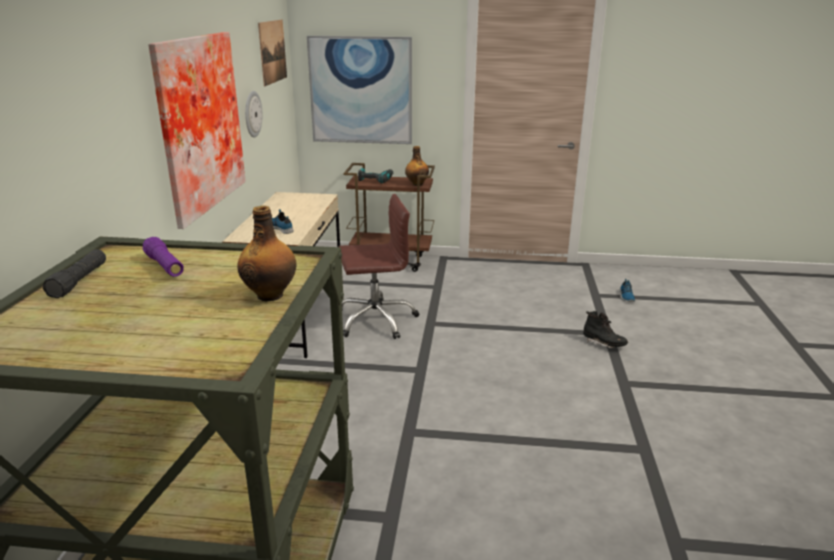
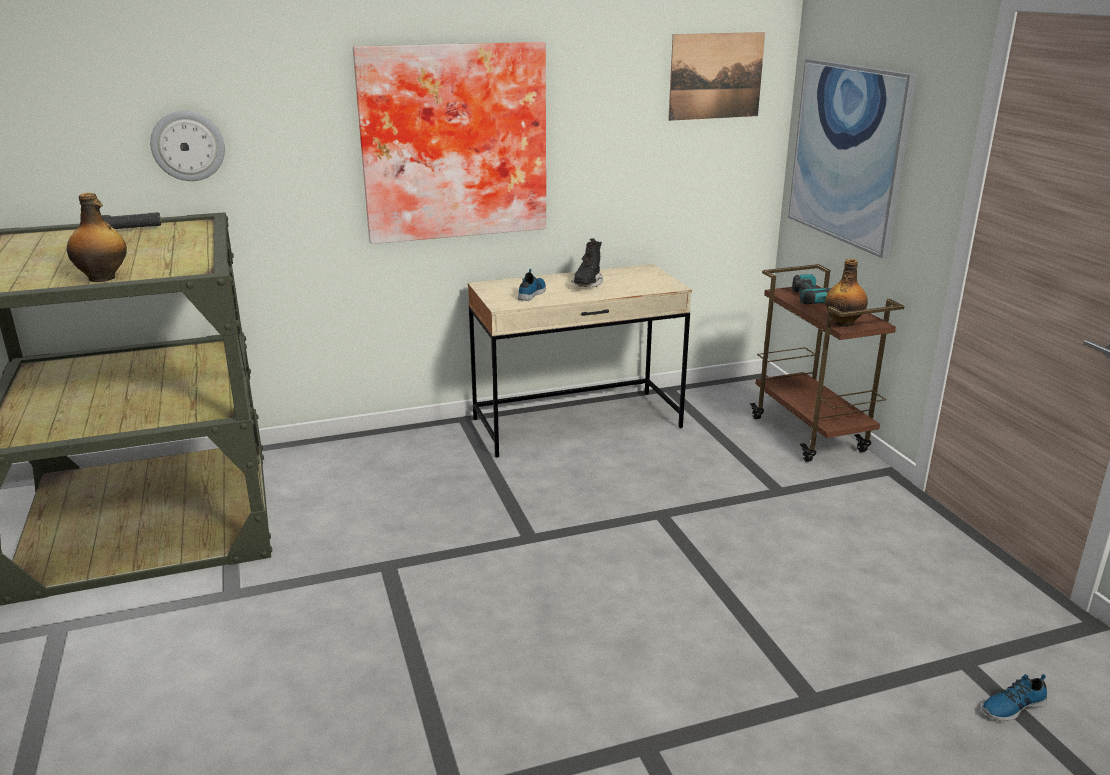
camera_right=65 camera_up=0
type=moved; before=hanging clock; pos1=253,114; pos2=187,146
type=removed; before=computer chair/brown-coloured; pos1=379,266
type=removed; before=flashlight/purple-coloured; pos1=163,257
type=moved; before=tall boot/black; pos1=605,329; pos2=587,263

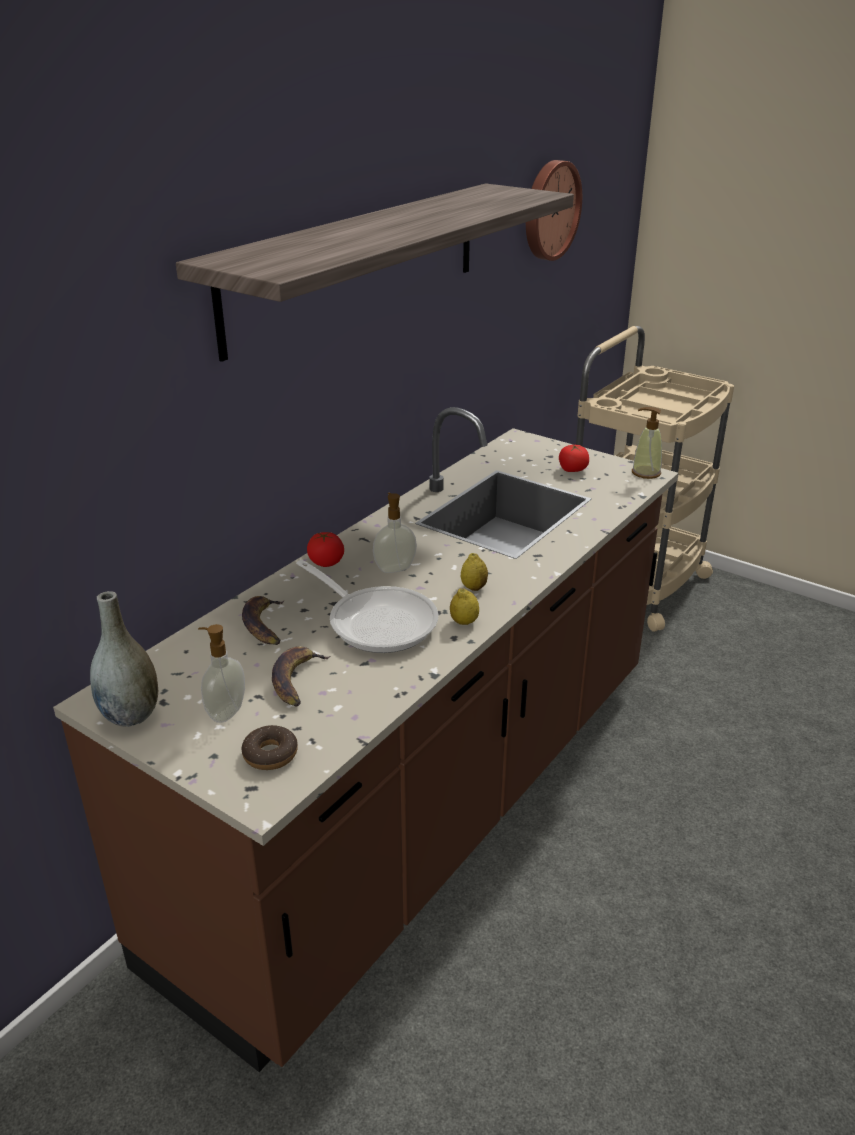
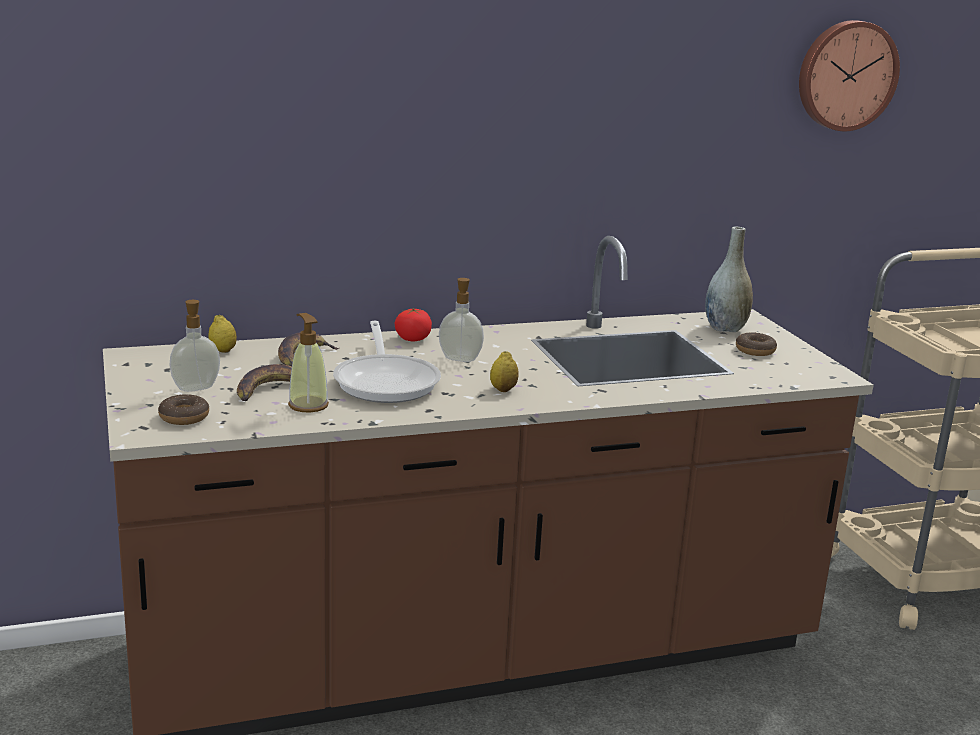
camera_right=35 camera_up=-10
type=removed; before=shelf; pos1=375,272
type=moved; before=soap bottle; pos1=647,443; pos2=308,363
type=replaced; before=fresh tomato; after=donut; pos1=574,458; pos2=756,344
type=moved; before=lemon; pos1=464,606; pos2=222,333
type=moved; before=vase/greyish; pos1=124,659; pos2=729,279

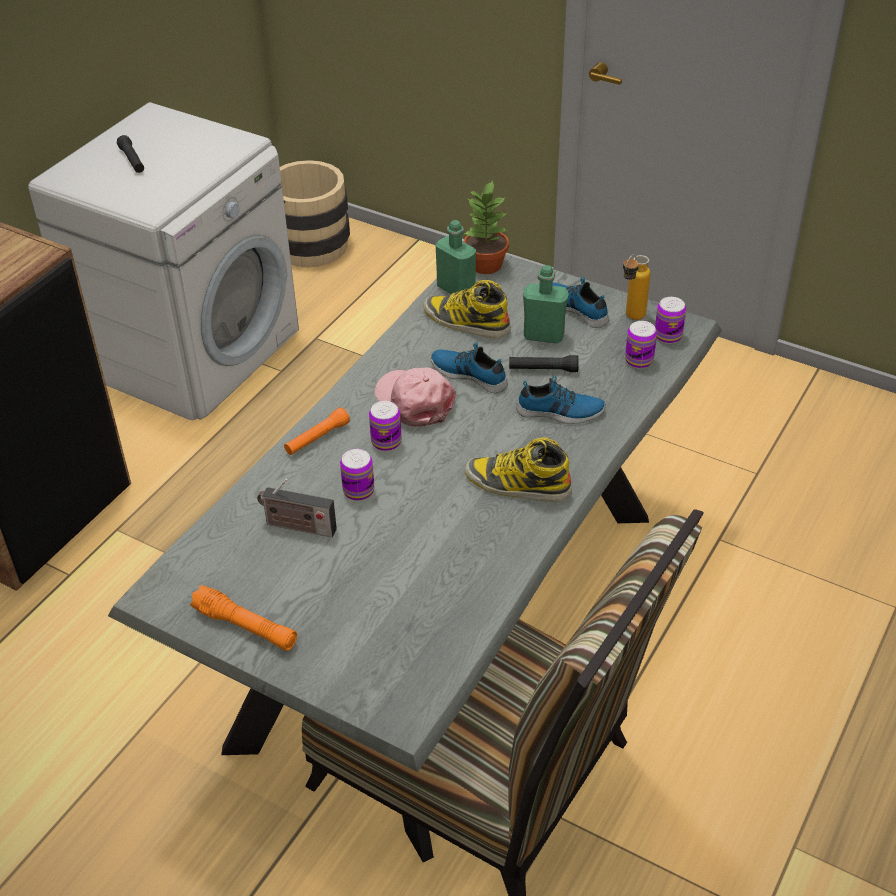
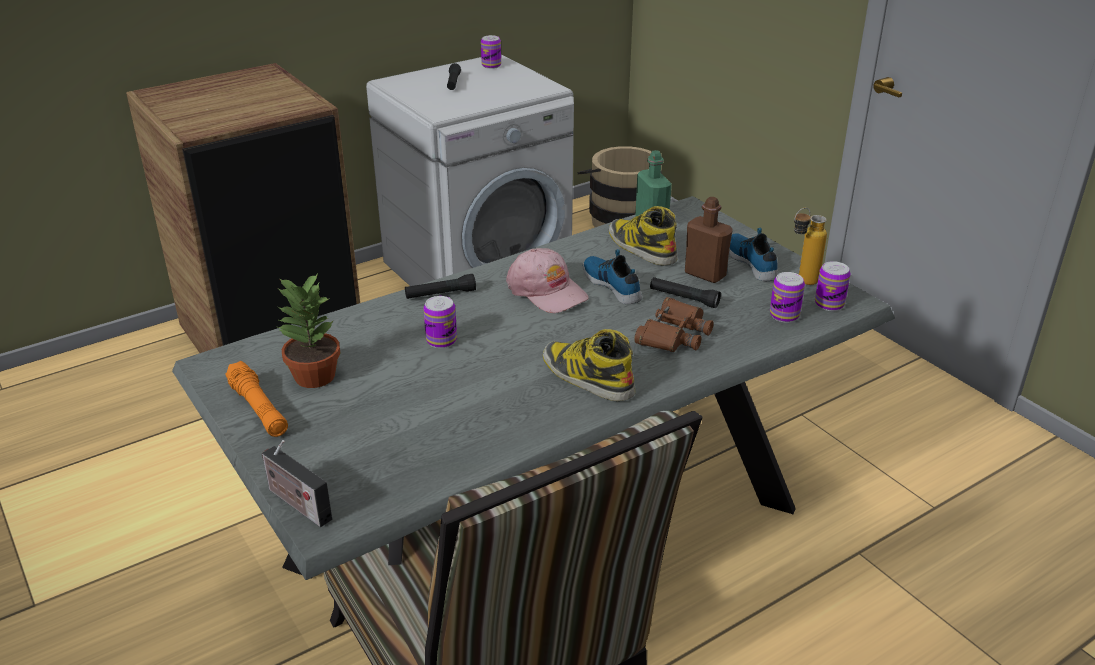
camera_right=25 camera_up=-10
type=moved; before=plant in a pot; pos1=486,227; pos2=309,331
type=recoloured; before=drink bottle/green-coloured; after=drink bottle/brown-coloured; pos1=546,304; pos2=709,240
type=turned; before=baseball cap/pink; pos1=415,397; pos2=547,281; turn=150
type=replaced; before=low shoe; after=pair of binoculars/brown-coloured; pos1=561,399; pos2=674,324
type=moved; before=sealed can; pos1=385,426; pos2=491,52
type=recoloured; before=flashlight/orange-coloured; after=flashlight/black; pos1=317,431; pos2=440,286
type=moved; before=radio receiver; pos1=297,508; pos2=297,483

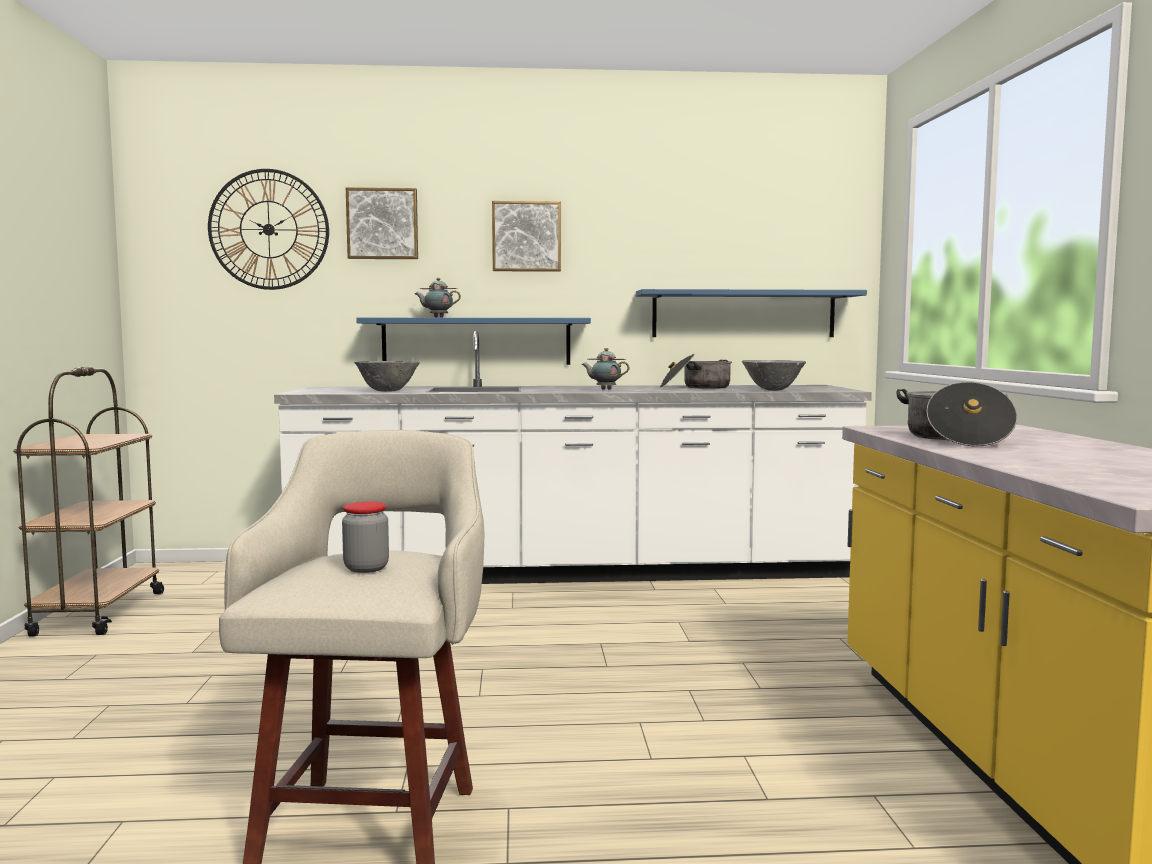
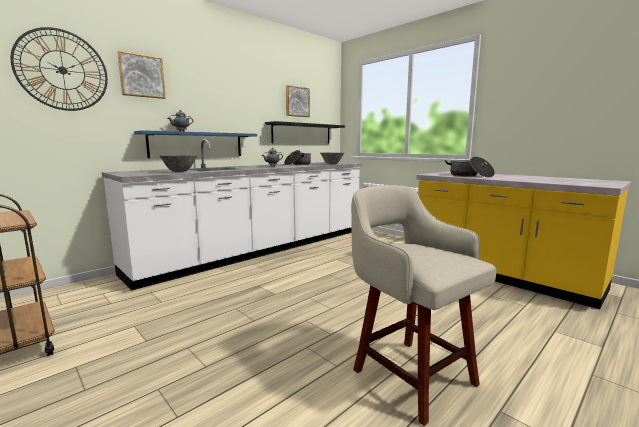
camera_right=-40 camera_up=5
type=moved; before=picture; pos1=526,236; pos2=298,101
type=recoloured; before=shelf/blue-coloured; after=shelf/black; pos1=751,313; pos2=305,132
type=removed; before=jar; pos1=365,537

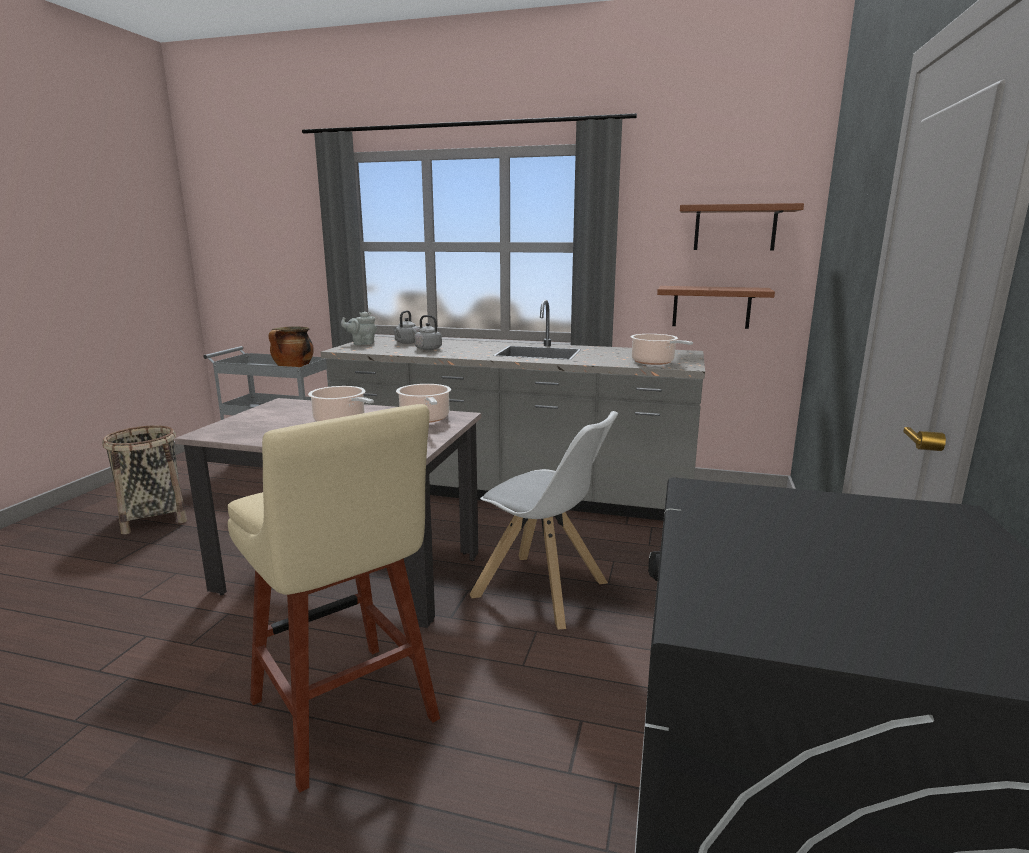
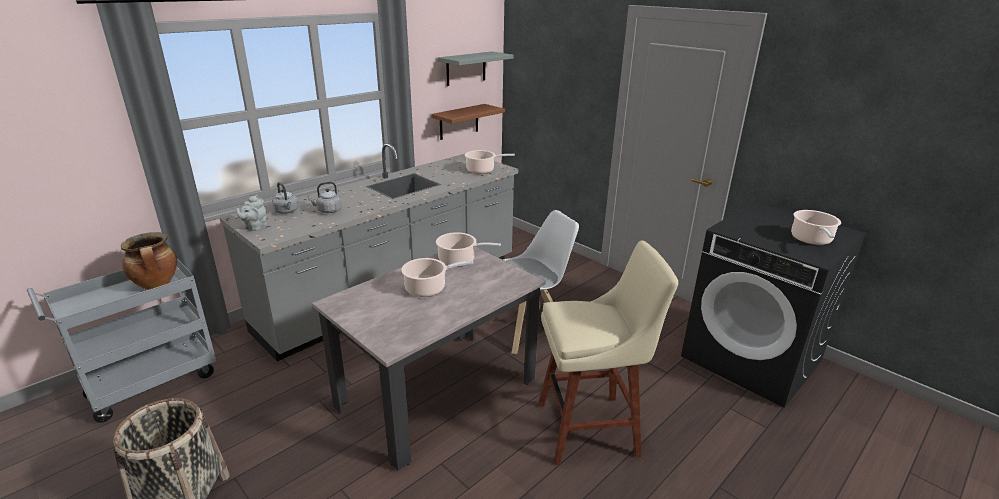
camera_right=-60 camera_up=10
type=recoloured; before=shelf/brown-coloured; after=shelf/greyish; pos1=742,226; pos2=476,68
type=added; after=cooking pot; pos2=816,227

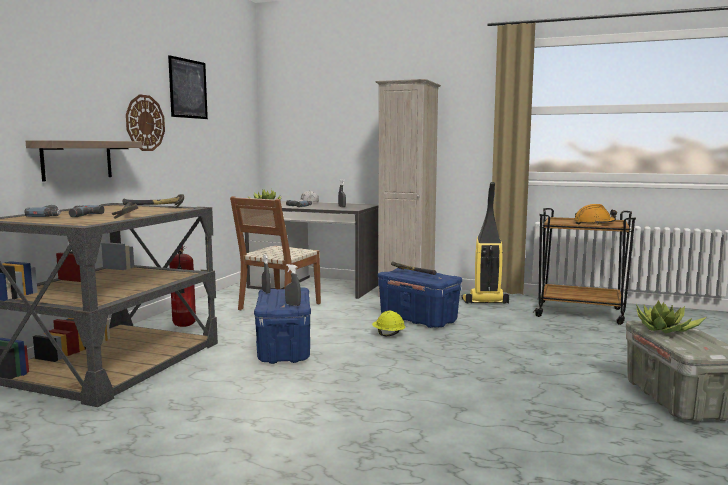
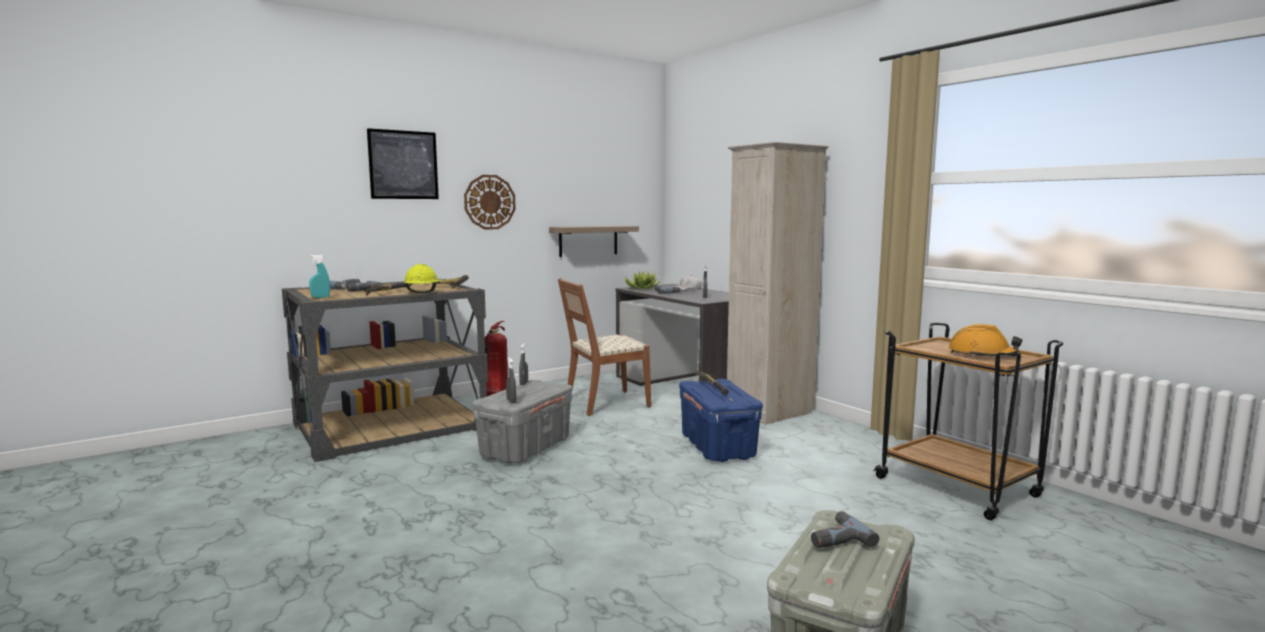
camera_right=35 camera_up=0
type=moved; before=picture; pos1=188,87; pos2=403,163
type=moved; before=shelf; pos1=84,161; pos2=594,241
type=removed; before=vacuum; pos1=485,242
type=recoloured; before=storage box/blue-coloured; after=storage box/greyish; pos1=282,325; pos2=522,422
type=replaced; before=plant in a pot; after=electric drill; pos1=671,317; pos2=845,529
type=moved; before=work helmet/yellowish; pos1=388,323; pos2=422,278
type=added; after=sprayer/turquoise-coloured; pos2=319,276

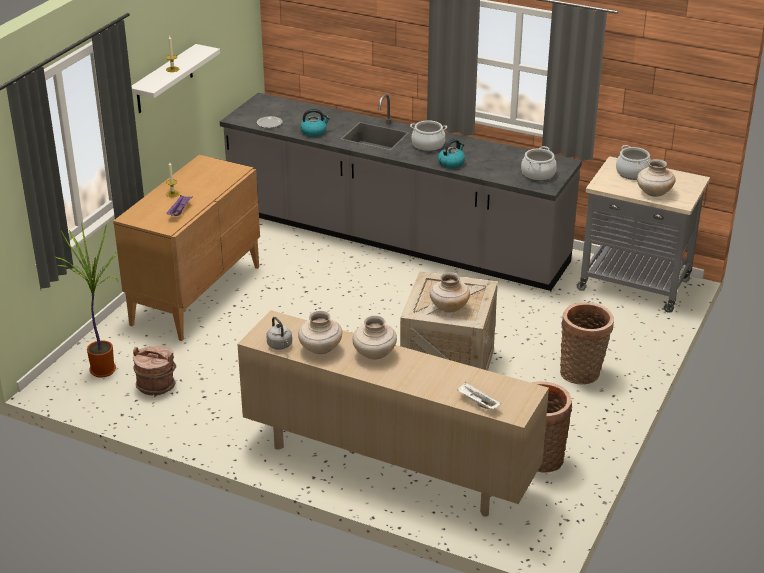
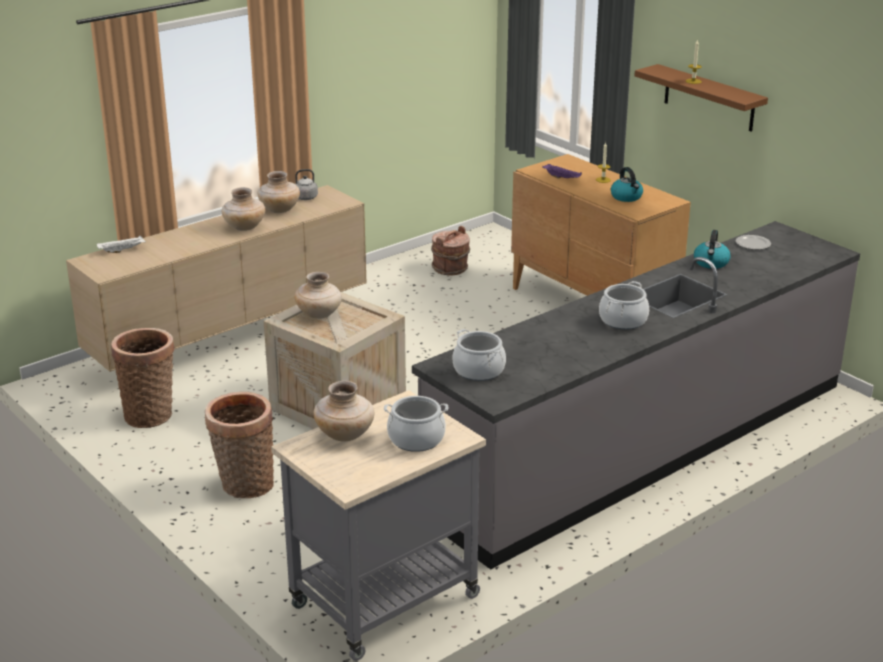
camera_right=115 camera_up=-5
type=recoloured; before=shelf/whitish; after=shelf/brown-coloured; pos1=176,78; pos2=701,98
type=moved; before=tea kettle; pos1=451,154; pos2=627,184
type=removed; before=plant in a pot; pos1=87,301

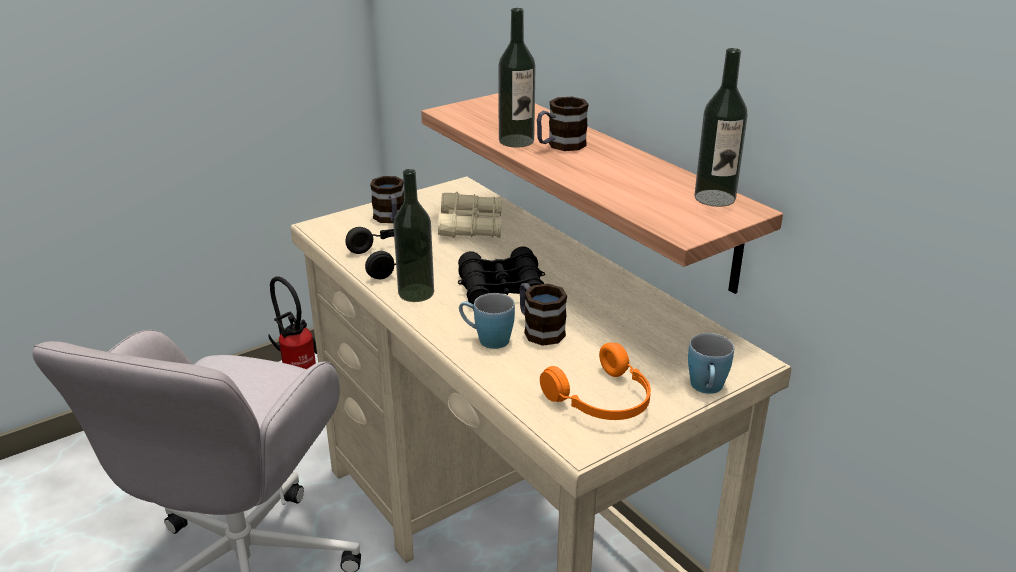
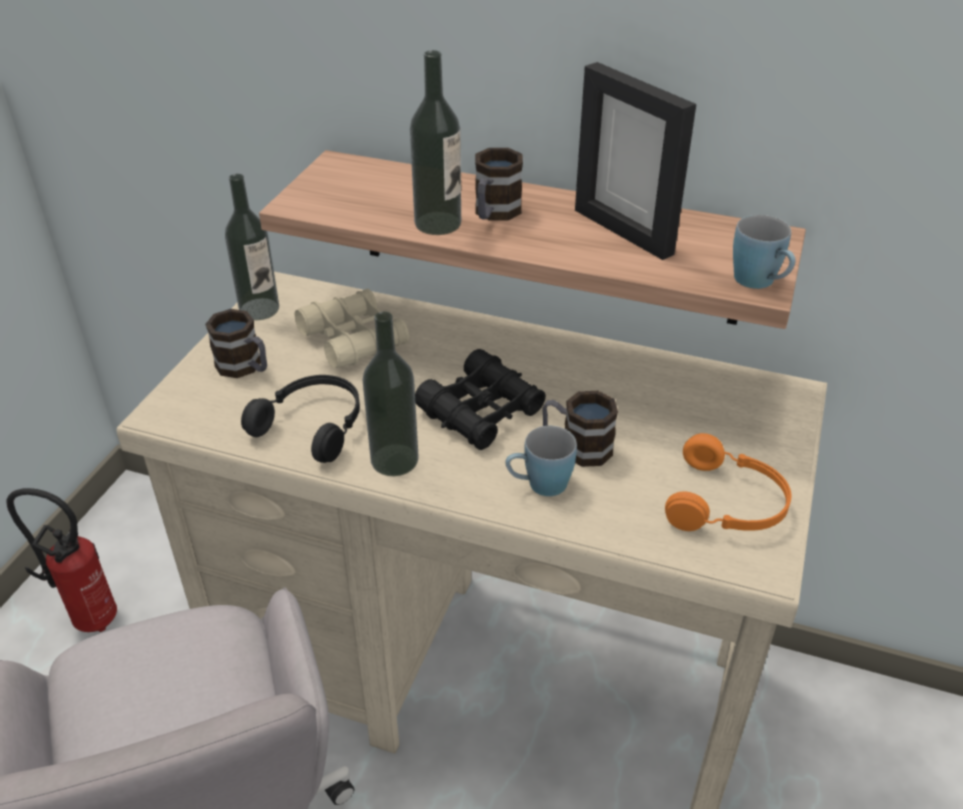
camera_right=-35 camera_up=10
type=moved; before=drink bottle; pos1=721,127; pos2=252,247
type=moved; before=tea mug/blue-coloured; pos1=711,363; pos2=764,252
type=added; after=standing frame; pos2=635,161

